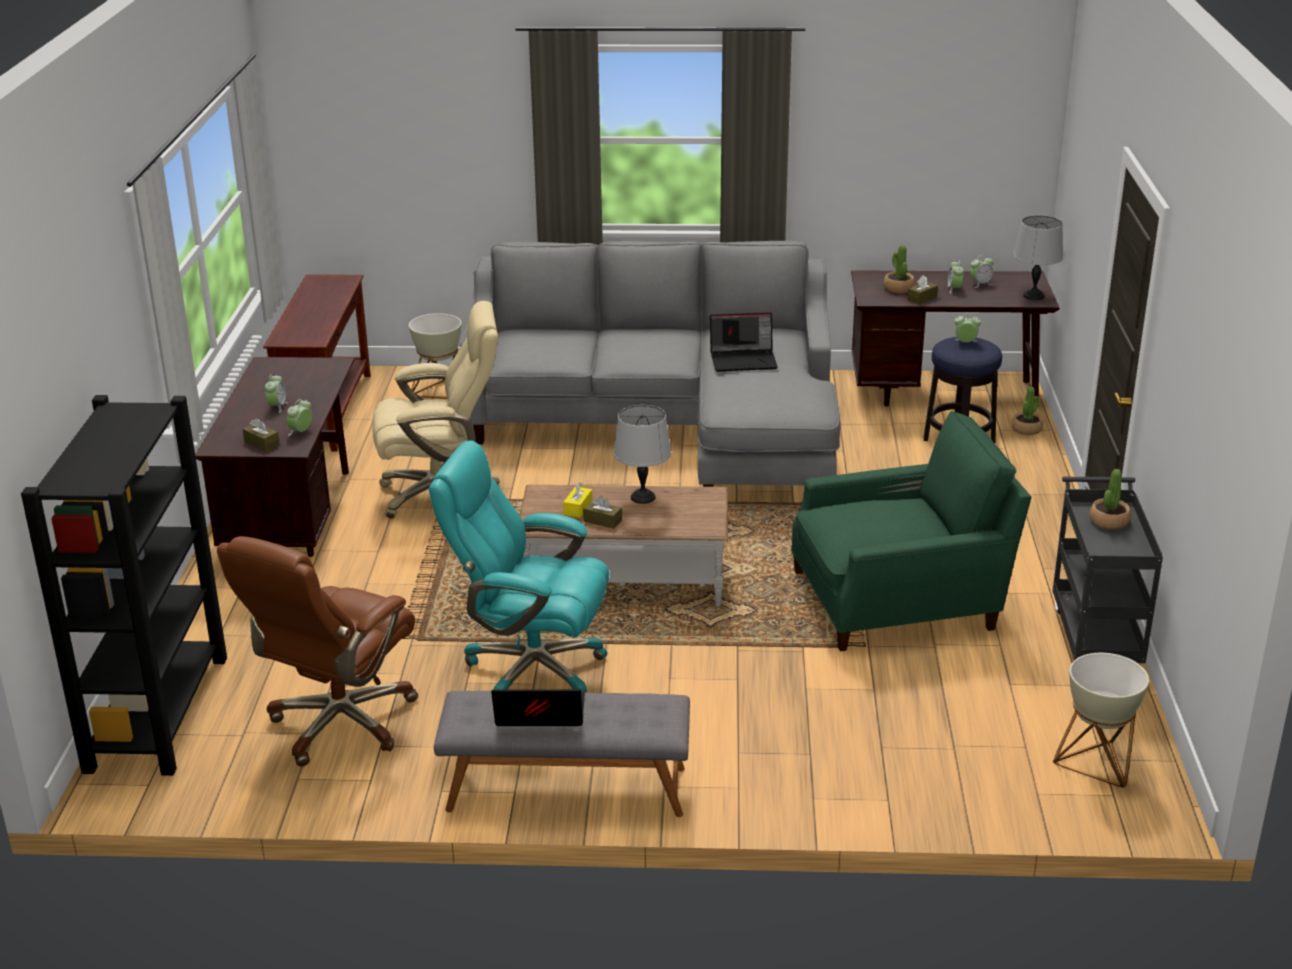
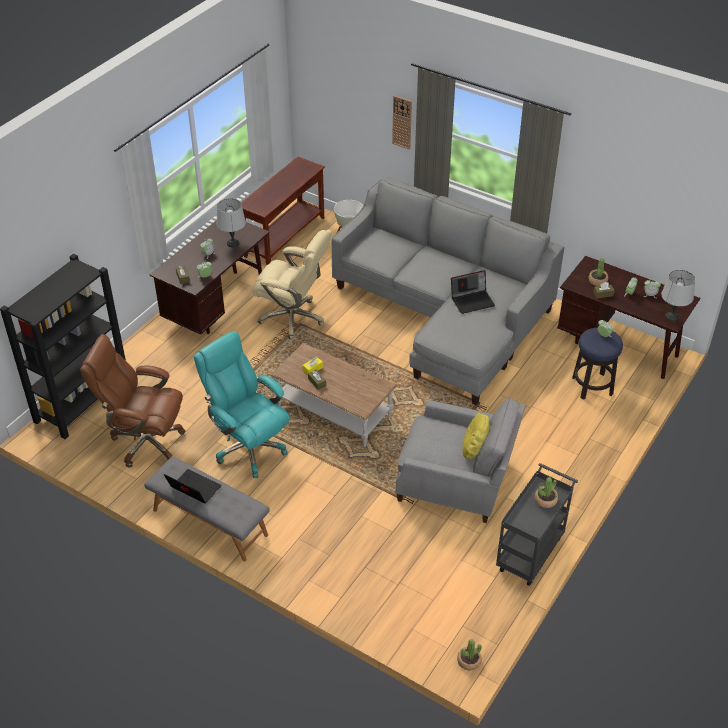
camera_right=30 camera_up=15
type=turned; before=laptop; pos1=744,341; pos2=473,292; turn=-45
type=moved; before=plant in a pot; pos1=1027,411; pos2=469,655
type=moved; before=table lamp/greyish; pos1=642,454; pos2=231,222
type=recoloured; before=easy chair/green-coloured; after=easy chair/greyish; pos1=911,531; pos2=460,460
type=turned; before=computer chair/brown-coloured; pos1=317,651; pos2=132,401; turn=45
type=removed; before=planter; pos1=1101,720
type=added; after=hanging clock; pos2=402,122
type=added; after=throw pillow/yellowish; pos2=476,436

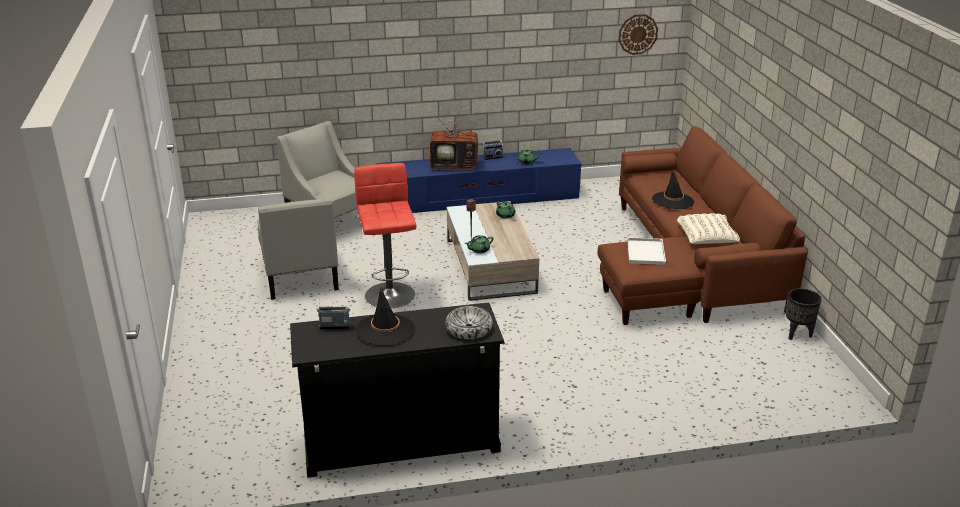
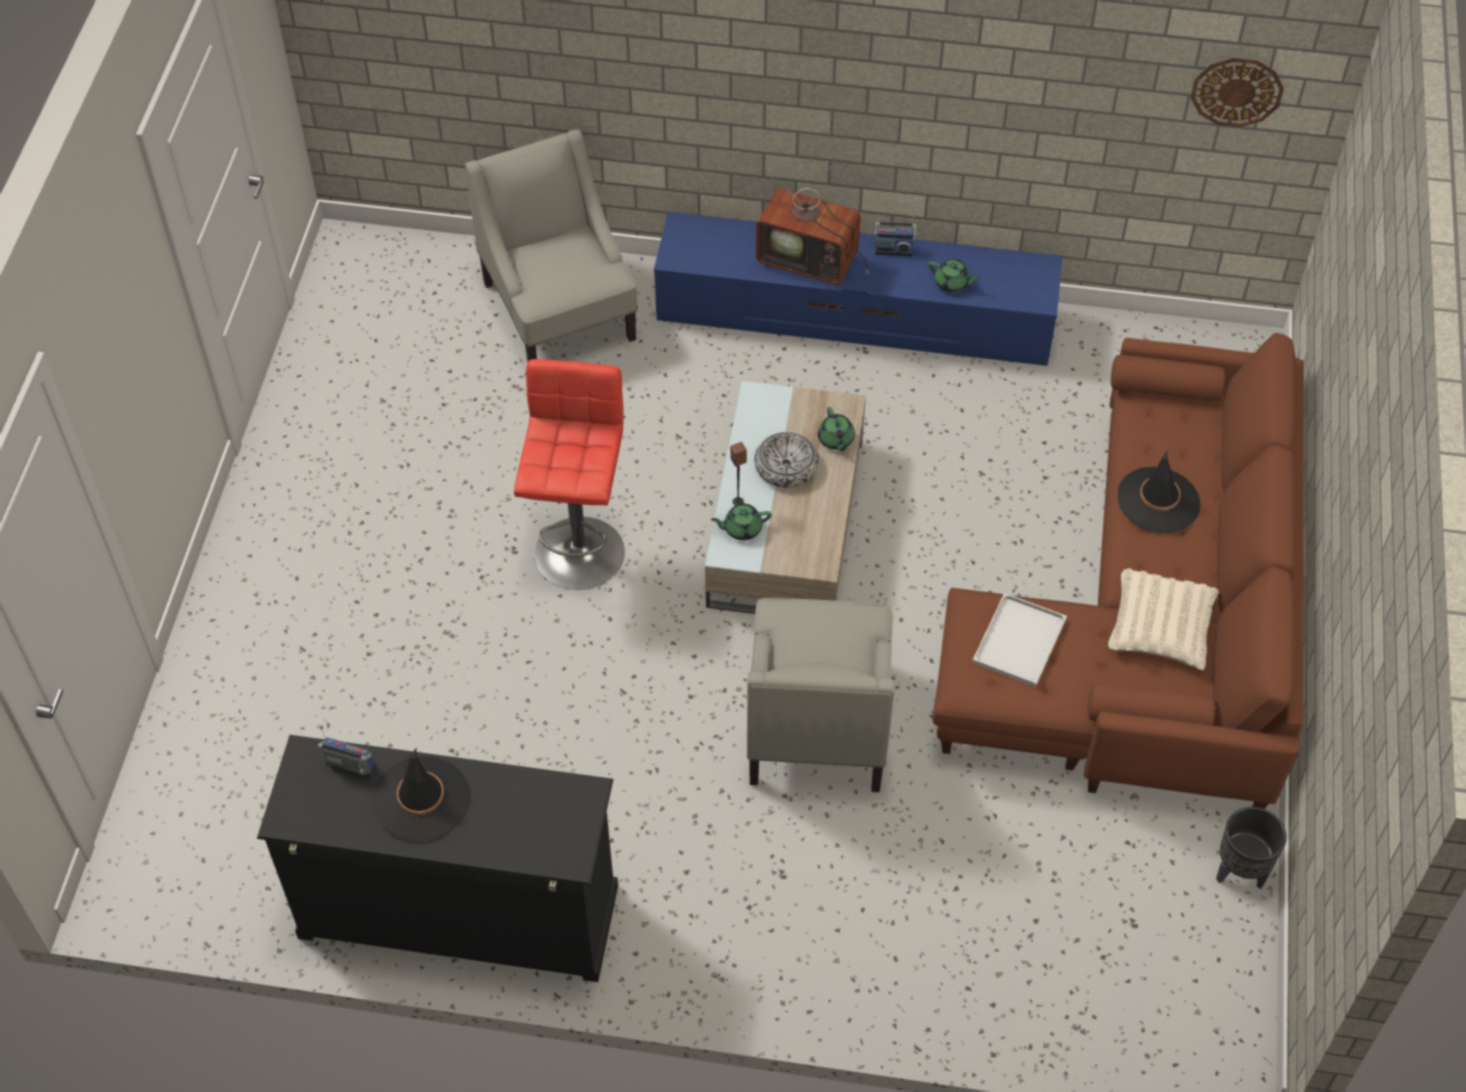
camera_right=20 camera_up=25
type=moved; before=easy chair/greyish; pos1=298,249; pos2=821,695
type=moved; before=deep dish; pos1=469,322; pos2=786,460

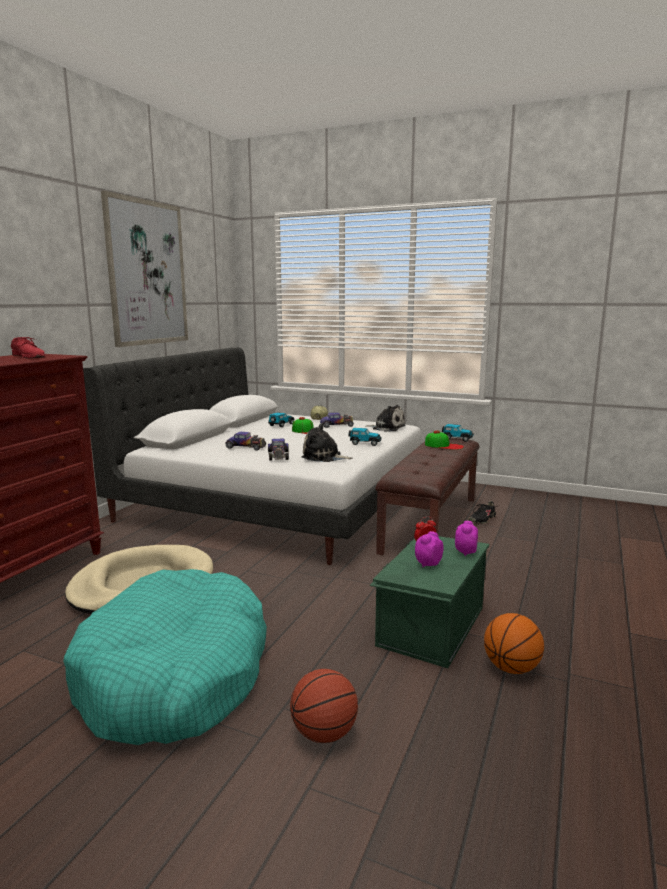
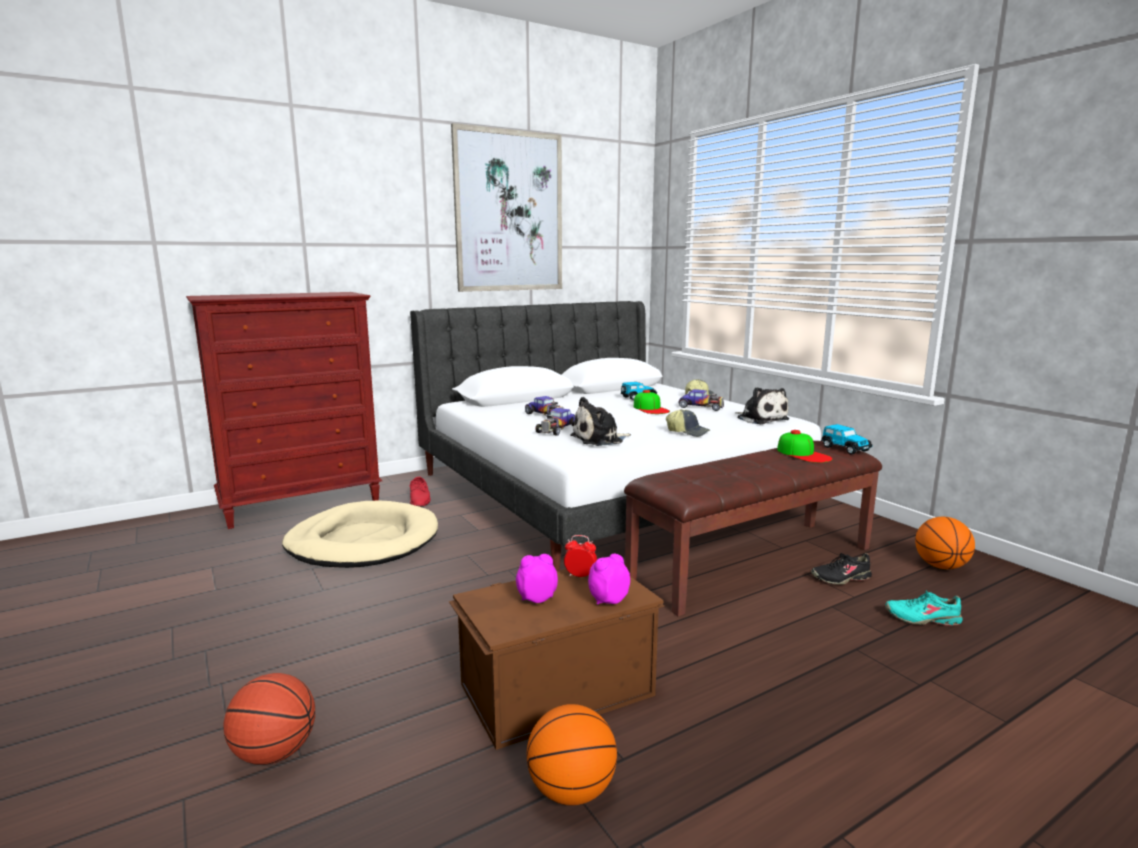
camera_right=35 camera_up=0
type=moved; before=low shoe/red; pos1=28,348; pos2=420,492
type=turned; before=cuddly toy; pos1=327,442; pos2=600,421; turn=-75
type=replaced; before=miniature car; after=baseball cap; pos1=365,437; pos2=688,423
type=recoloured; before=storage box/green-coloured; after=storage box/brown-coloured; pos1=429,602; pos2=556,659
type=removed; before=dog bed/turquoise-coloured; pos1=165,657
type=added; after=ball for basketball; pos2=945,543
type=added; after=low shoe/turquoise-coloured; pos2=923,608

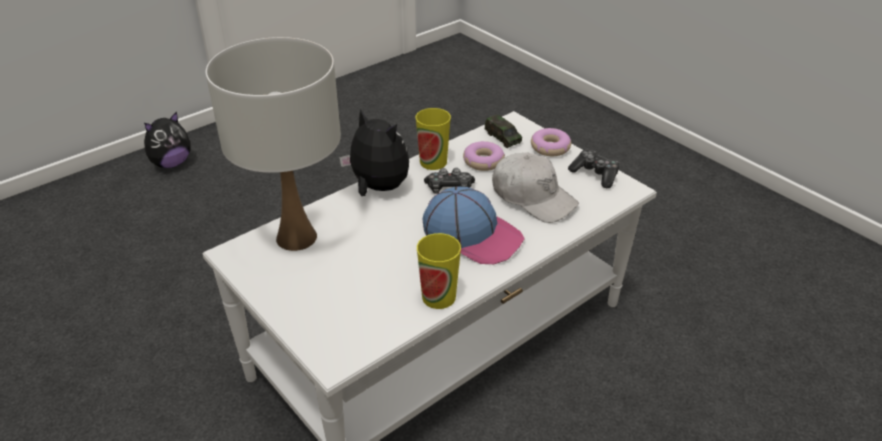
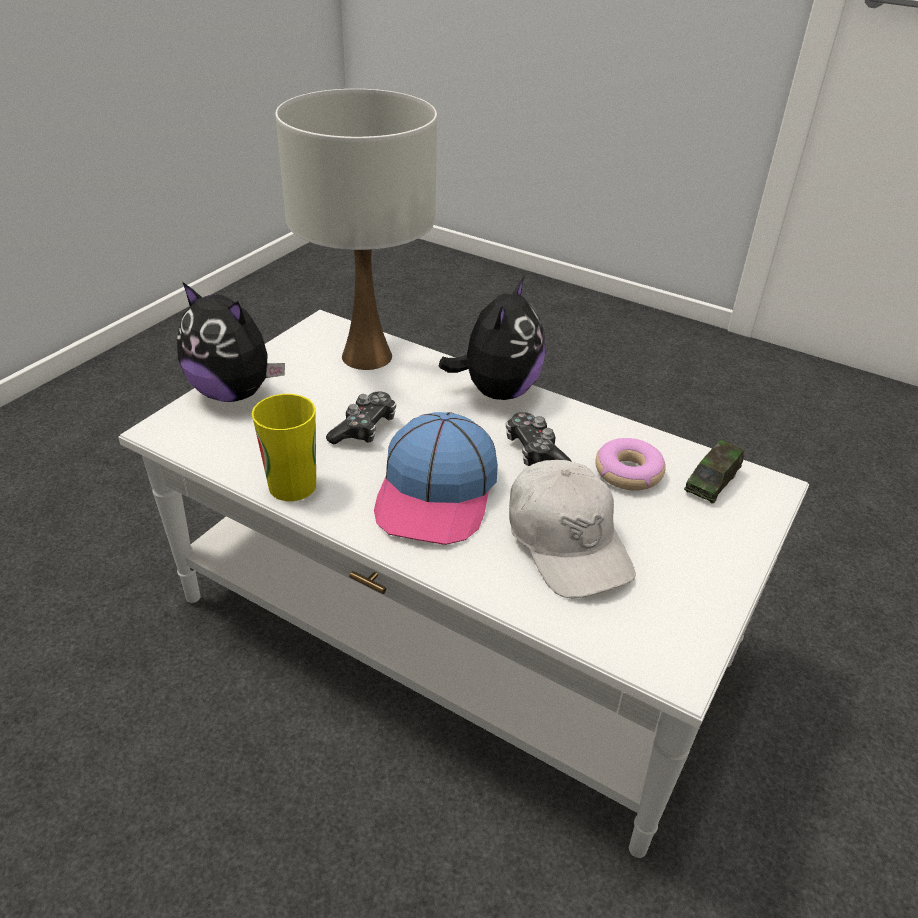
camera_right=70 camera_up=0
type=removed; before=cup; pos1=433,139
type=moved; before=cuddly toy; pos1=167,139; pos2=231,342
type=removed; before=donut; pos1=551,142
type=moved; before=joypad; pos1=593,169; pos2=361,418
type=turned; before=baseball cap/whitish; pos1=535,188; pos2=572,529; turn=-45

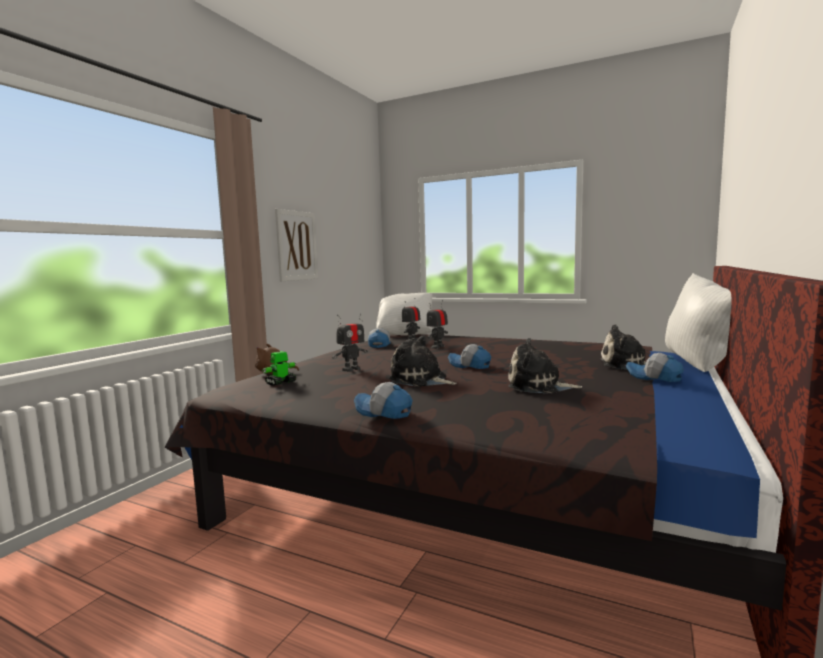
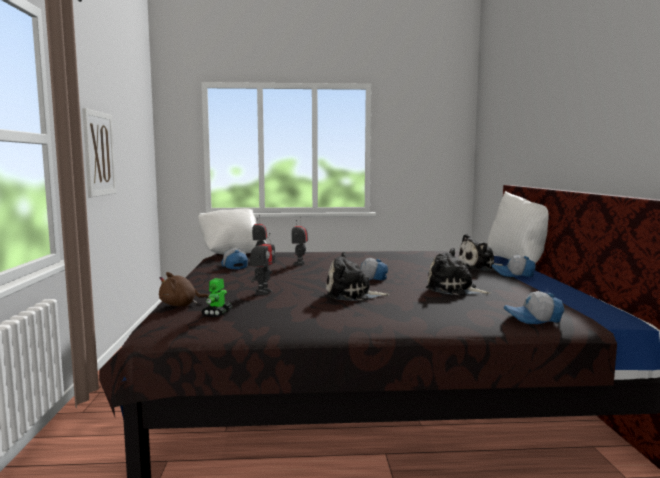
camera_right=-30 camera_up=0
type=turned; before=cuddly toy; pos1=545,366; pos2=458,271; turn=45
type=moved; before=baseball cap; pos1=383,400; pos2=533,307

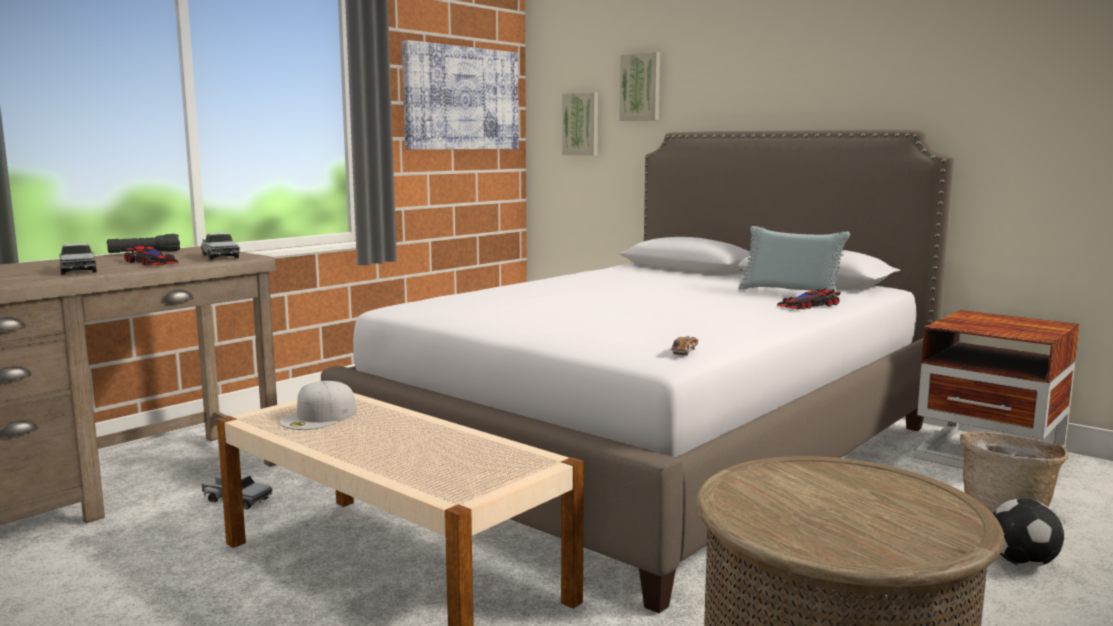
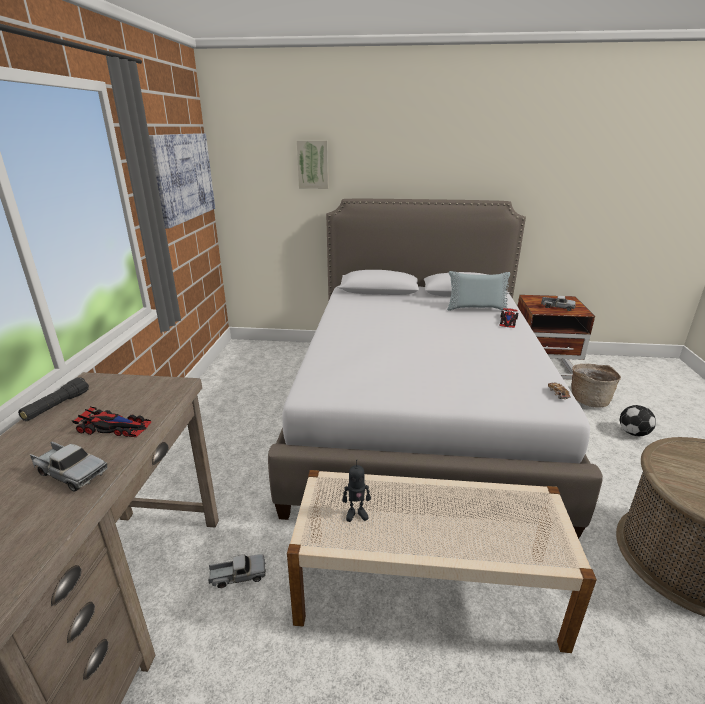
camera_right=-35 camera_up=15
type=removed; before=picture; pos1=580,124
type=moved; before=toy truck; pos1=220,246; pos2=558,303
type=replaced; before=baseball cap/whitish; after=model robot; pos1=318,405; pos2=356,490

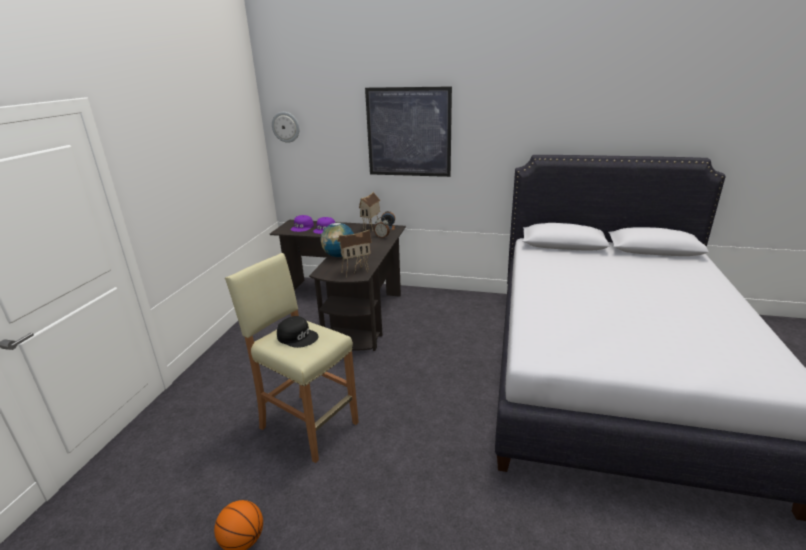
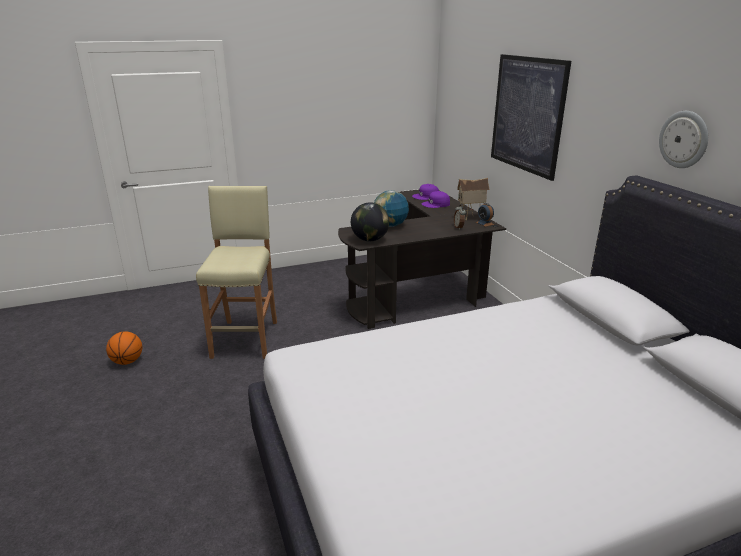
camera_right=55 camera_up=0
type=moved; before=hanging clock; pos1=286,127; pos2=683,139
type=replaced; before=model house; after=desk globe; pos1=354,253; pos2=370,221
type=removed; before=baseball cap/black; pos1=298,332

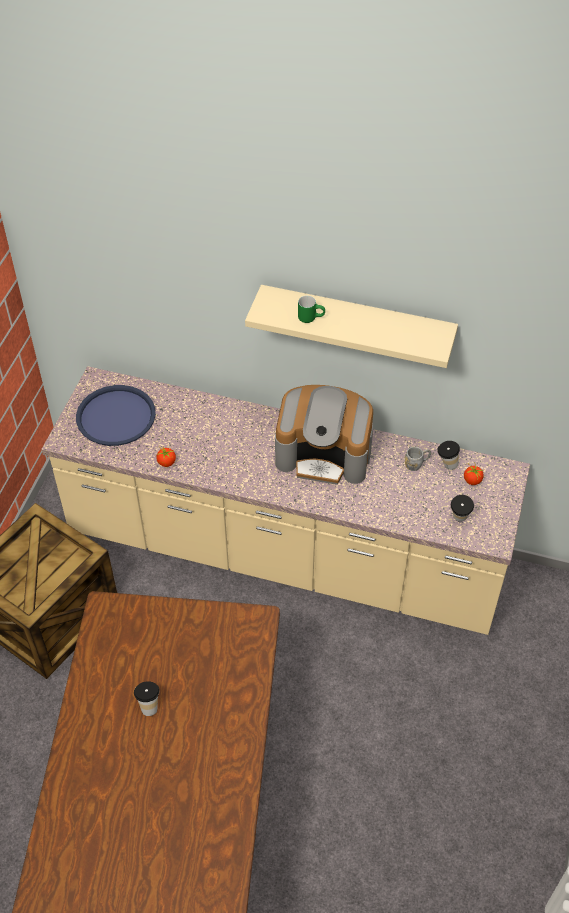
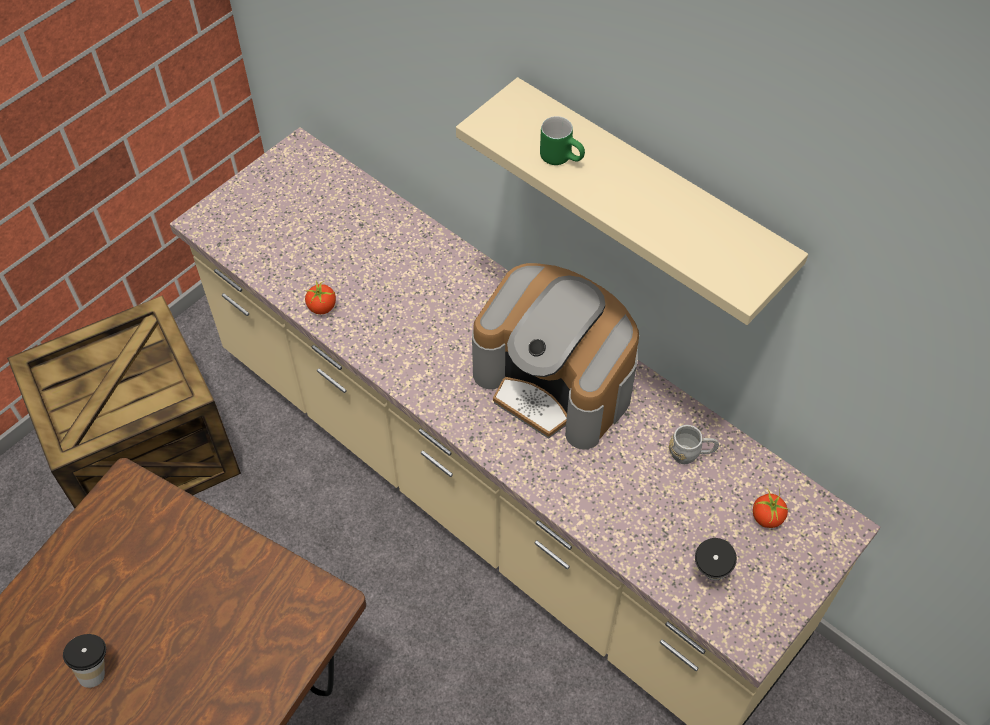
camera_right=25 camera_up=5
type=removed; before=tray/blue-coloured; pos1=116,415
type=removed; before=cup; pos1=448,455

